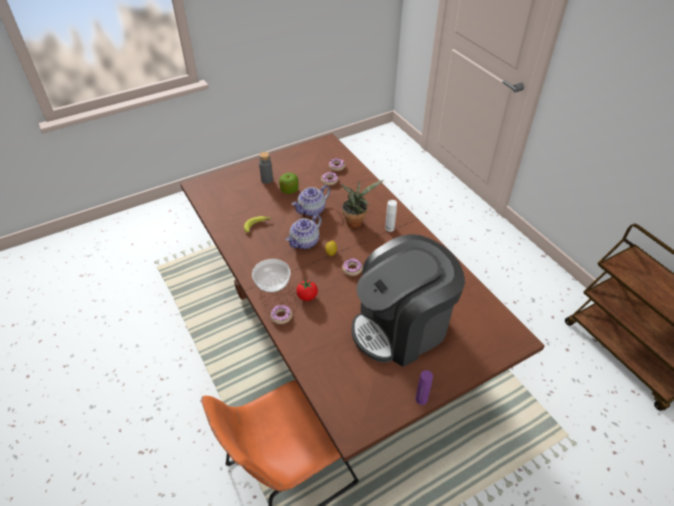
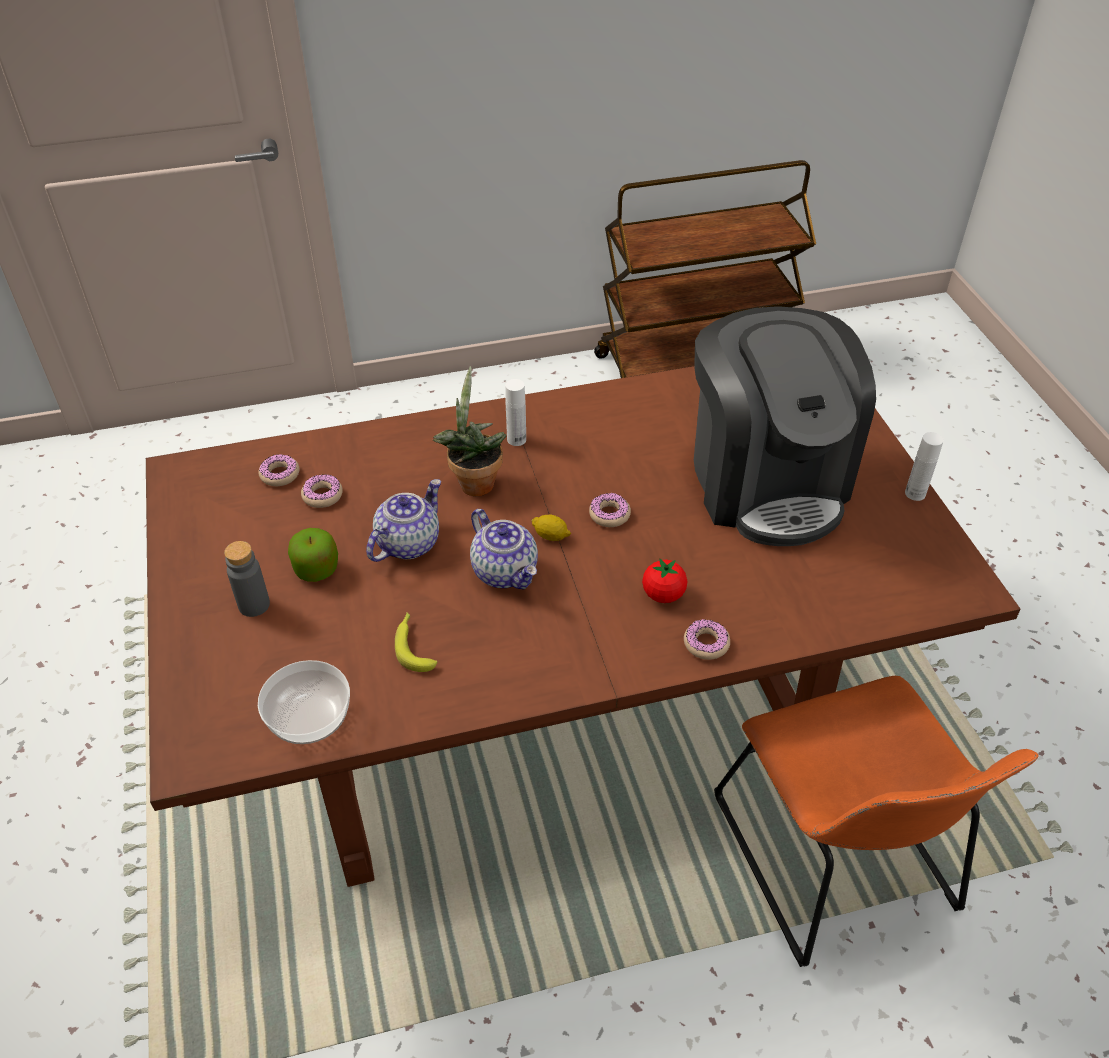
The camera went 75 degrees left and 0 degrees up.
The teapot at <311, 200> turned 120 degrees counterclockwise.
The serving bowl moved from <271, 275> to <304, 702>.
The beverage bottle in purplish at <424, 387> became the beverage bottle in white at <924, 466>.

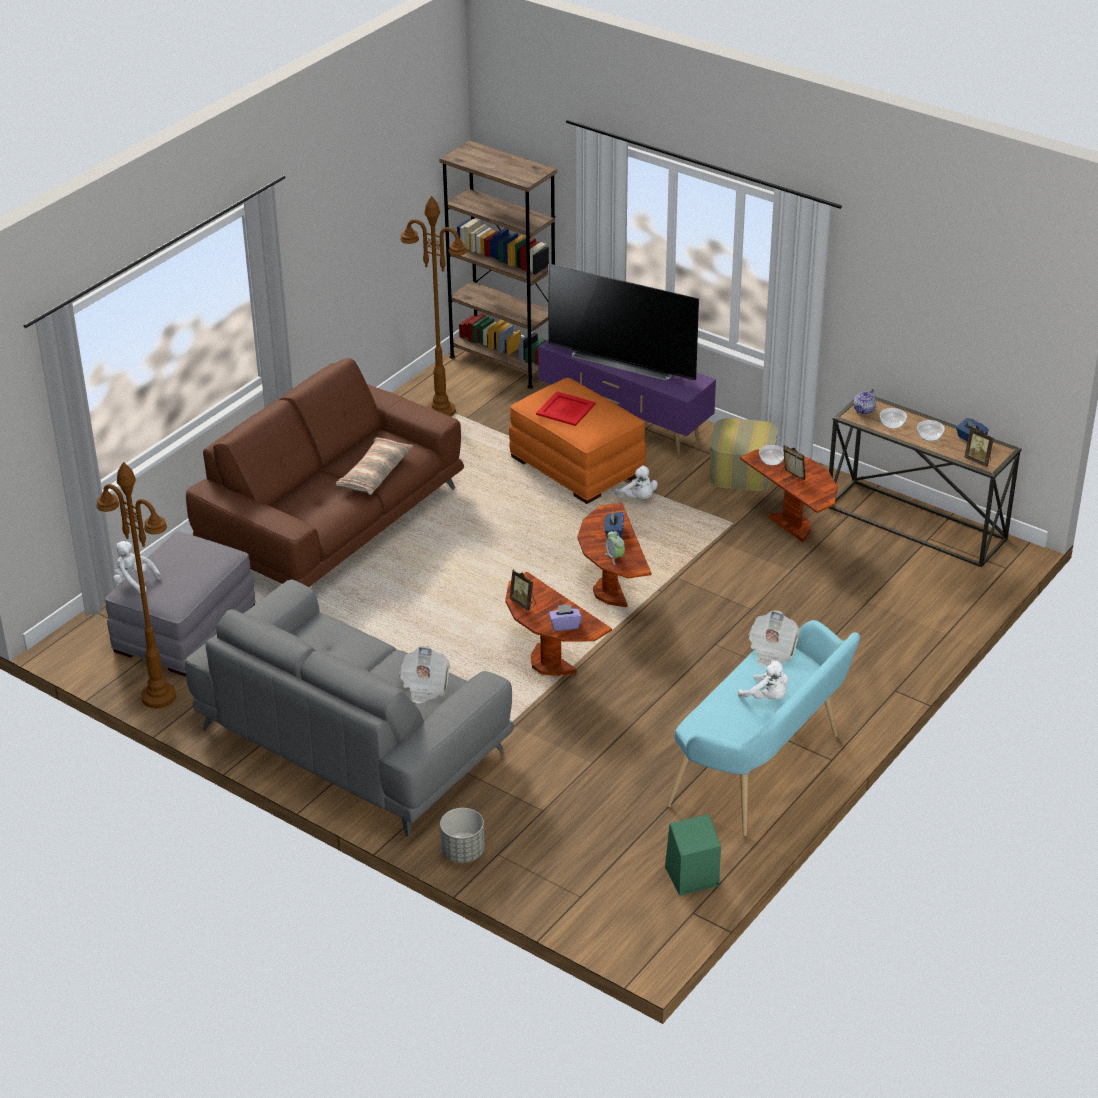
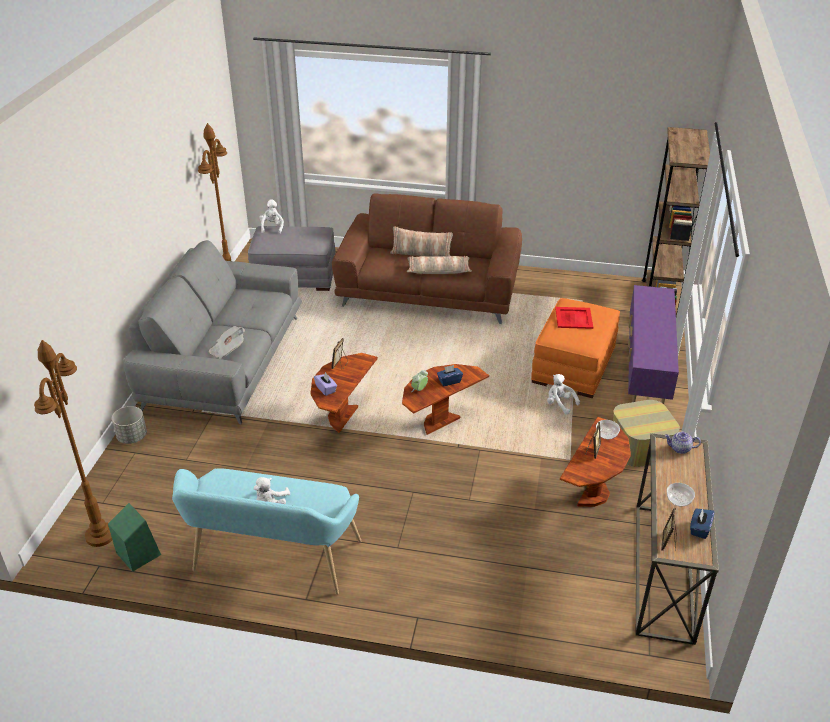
The camera went 65 degrees right and 0 degrees up.
The floor lamp in brown-coloured moved from <433, 306> to <73, 443>.
The television at <623, 322> disappeared.
The serving bowl at <893, 418> disappeared.
The soft toy in white at <636, 482> turned 105 degrees clockwise.
The daily paper at <774, 638> disappeared.
The pillow at <421, 241> appeared.

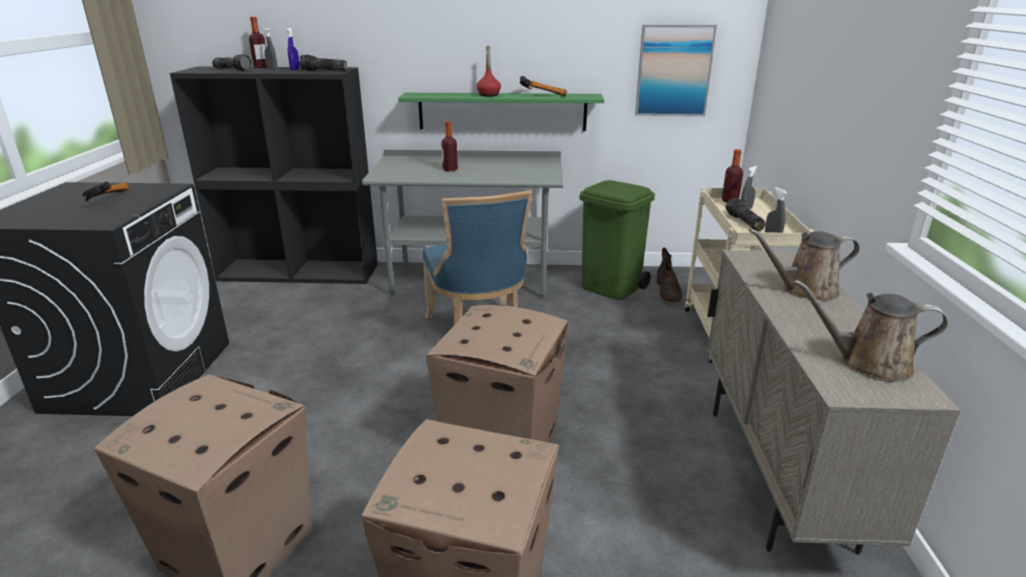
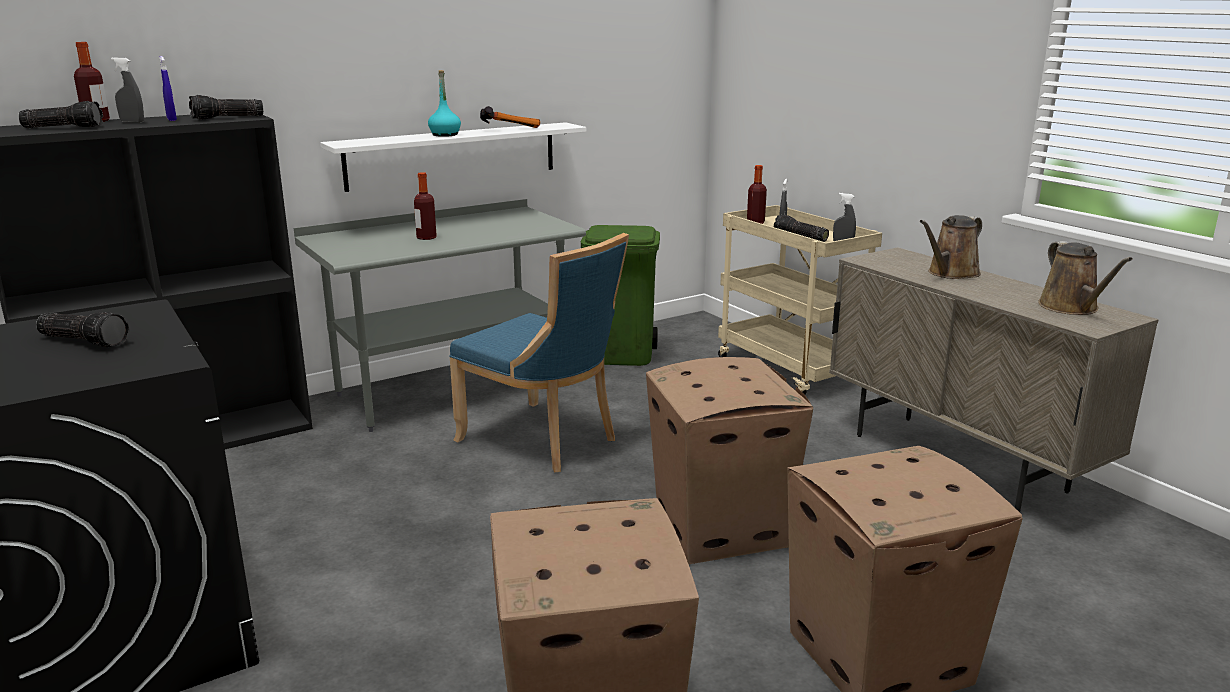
The camera went 35 degrees left and 5 degrees down.
The wall picture at <676, 70> disappeared.
The beverage bottle in reddish at <489, 71> became the beverage bottle in blue-green at <444, 103>.
The wall shelf in greenish at <501, 112> became the wall shelf in white at <453, 157>.
The tool hammer at <105, 191> was replaced by the flashlight at <82, 329>.
The high-top boot in brown-coloured at <670, 275> disappeared.
The sprinkling can in brown-coloured at <871, 331> turned 75 degrees counterclockwise.

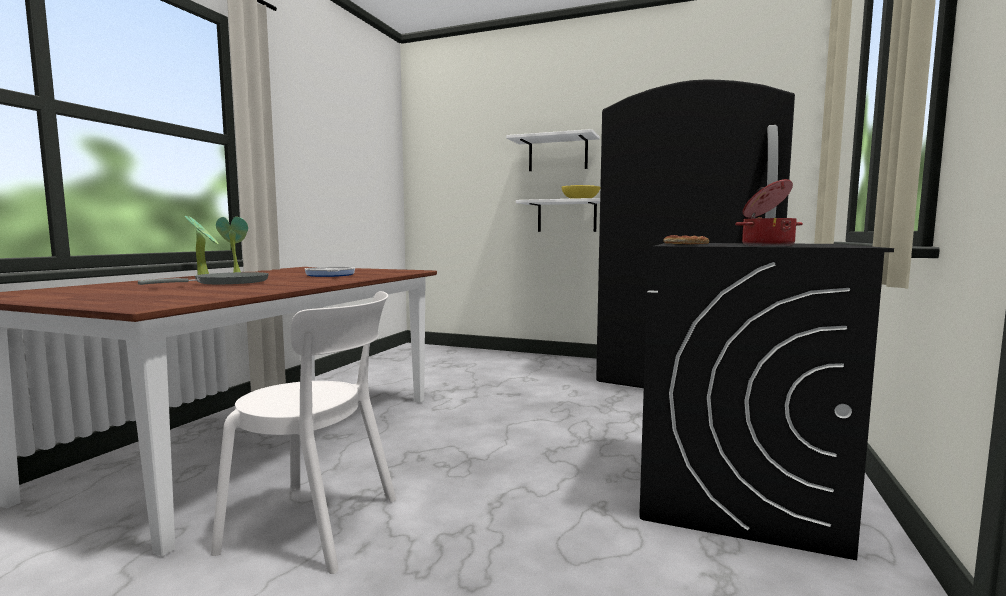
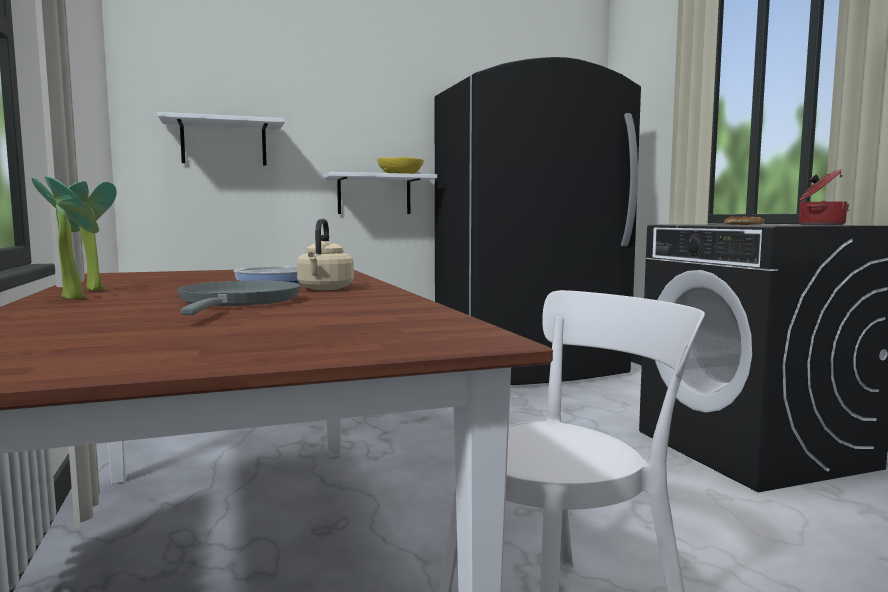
The camera went 40 degrees left and 0 degrees up.
The wall shelf in white moved from <553, 150> to <221, 139>.
The kettle in beige at <325, 254> appeared.

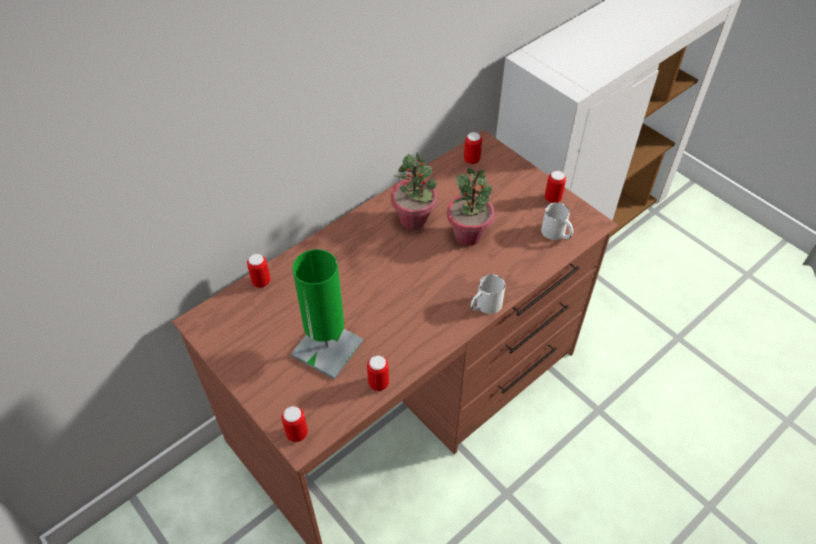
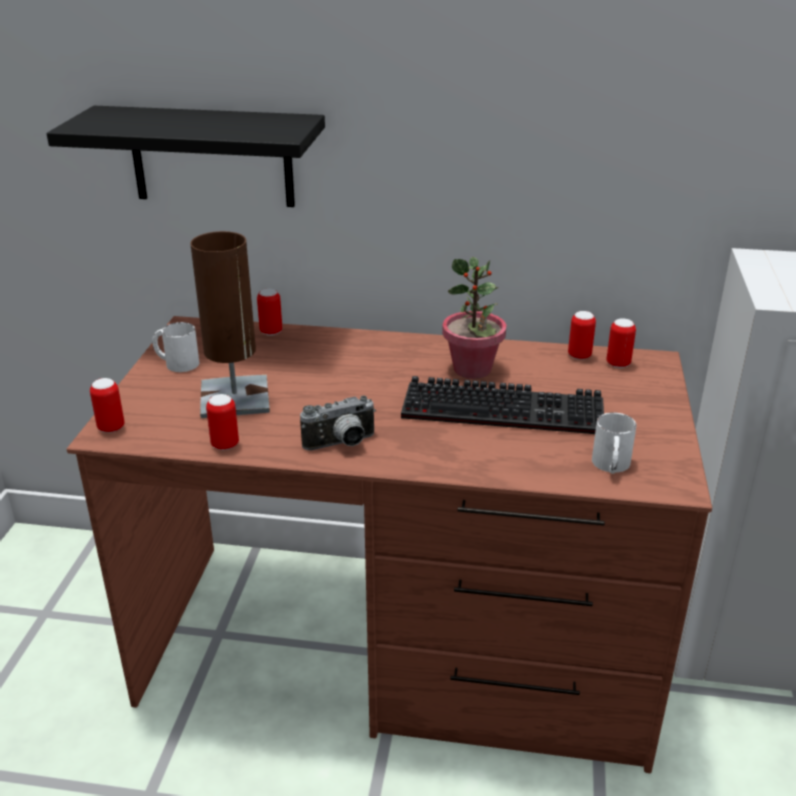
The camera went 50 degrees right and 20 degrees down.
The potted plant at <470, 207> was replaced by the keyboard at <502, 405>.
The sealed can moved from <555, 187> to <582, 335>.
The lamp for a table in greenish at <327, 314> became the lamp for a table in brown-coloured at <230, 324>.
The coffee mug in white moved from <488, 294> to <175, 347>.
The wall shelf in blackish at <186, 156> appeared.
The still camera at <338, 422> appeared.

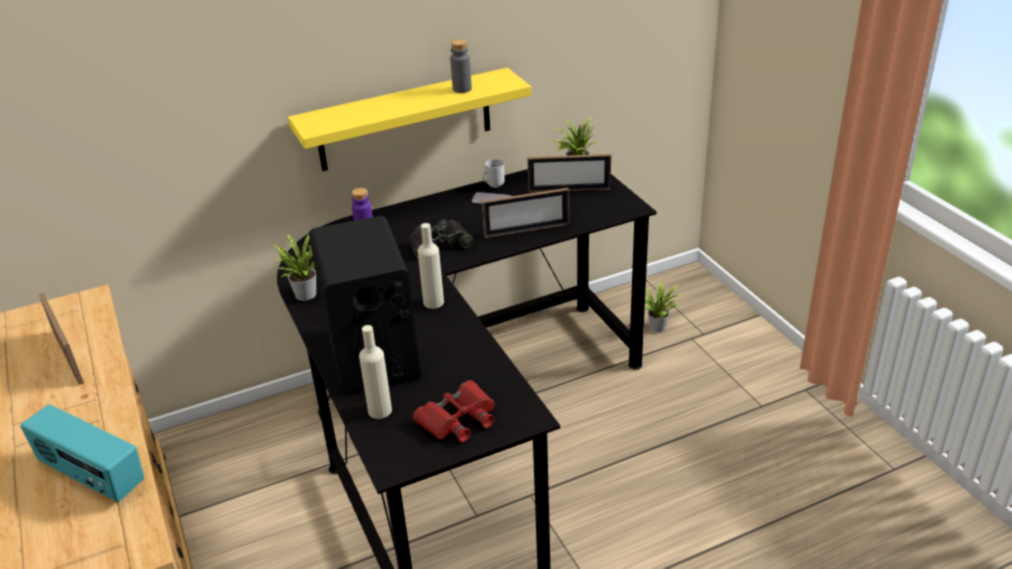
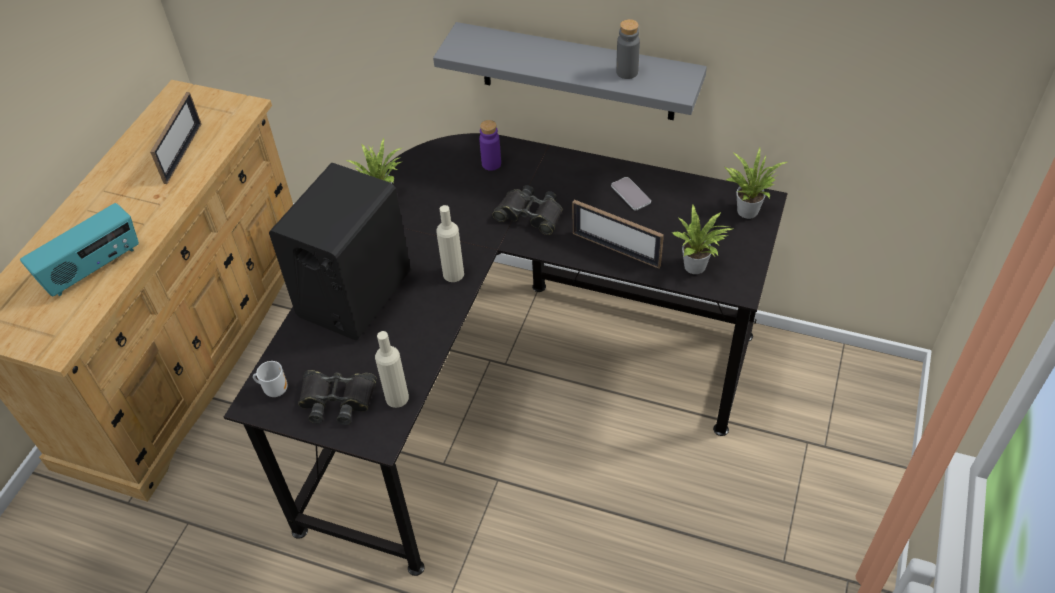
The camera went 45 degrees right and 15 degrees up.
The wall shelf in yellowish at <409, 119> became the wall shelf in grey at <570, 71>.
The standing frame at <569, 173> disappeared.
The coffee mug moved from <493, 173> to <270, 379>.
The potted plant moved from <664, 307> to <702, 239>.
The beverage bottle in beige moved from <375, 372> to <392, 369>.
The pair of binoculars in reddish at <454, 411> became the pair of binoculars in blackish at <337, 397>.
The radio set at <82, 453> turned 120 degrees counterclockwise.

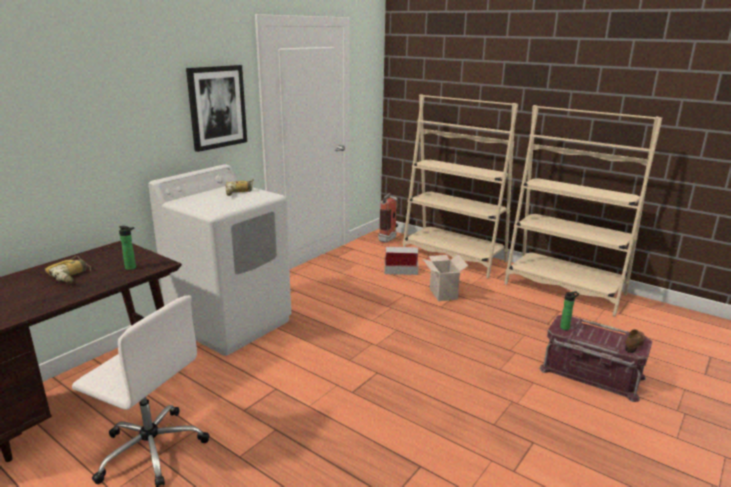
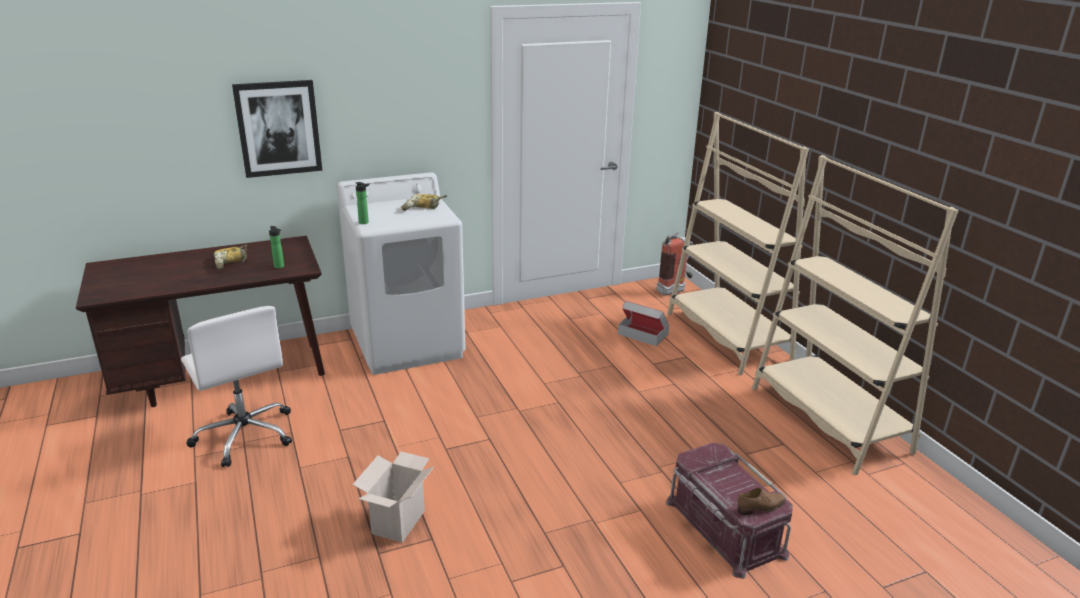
The camera went 30 degrees right and 5 degrees up.
The wall picture moved from <216, 108> to <277, 129>.
The carton moved from <445, 278> to <393, 497>.
The beverage bottle moved from <569, 310> to <362, 203>.

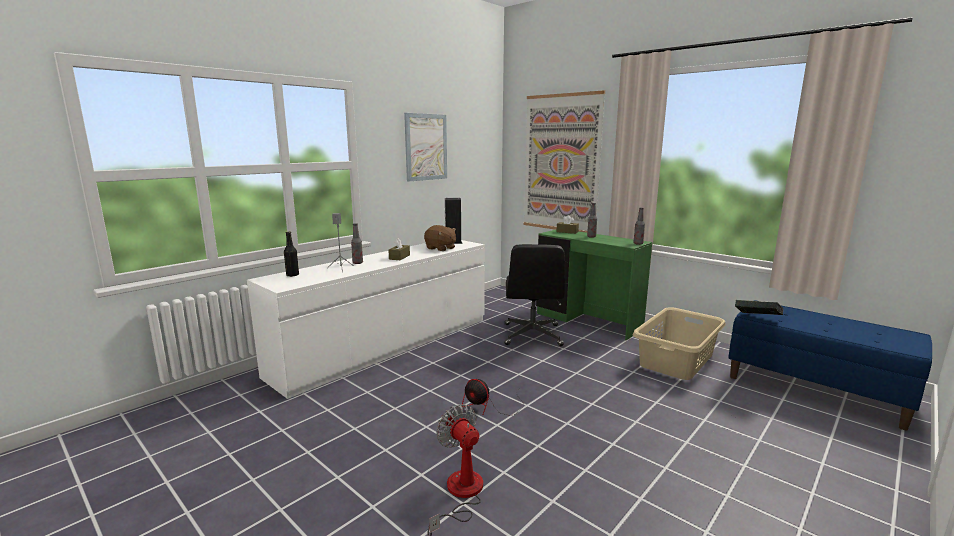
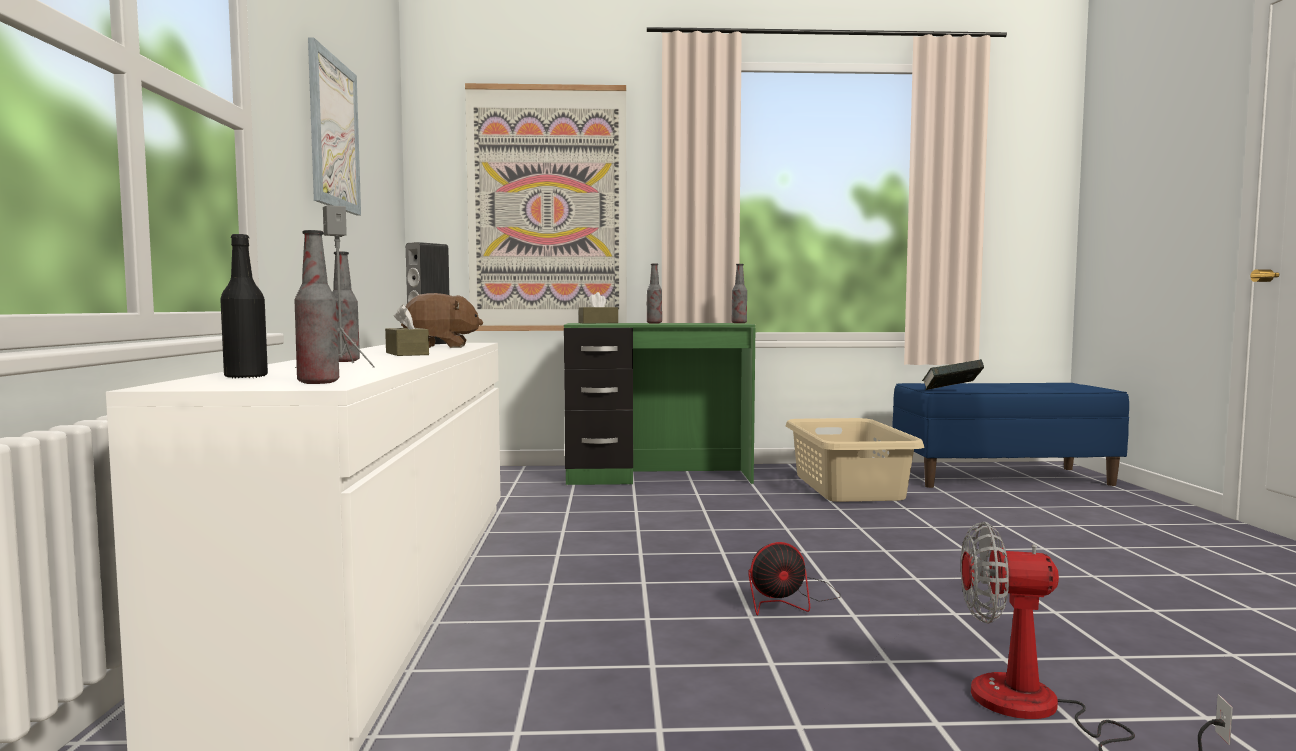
The camera went 45 degrees left and 10 degrees down.
The office chair in blackish at <534, 295> disappeared.
The beverage bottle at <316, 307> appeared.

